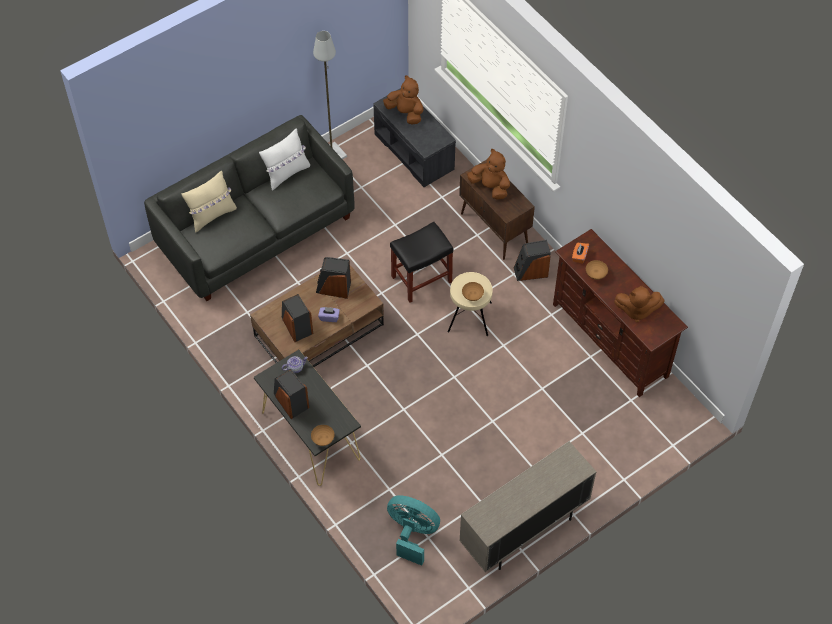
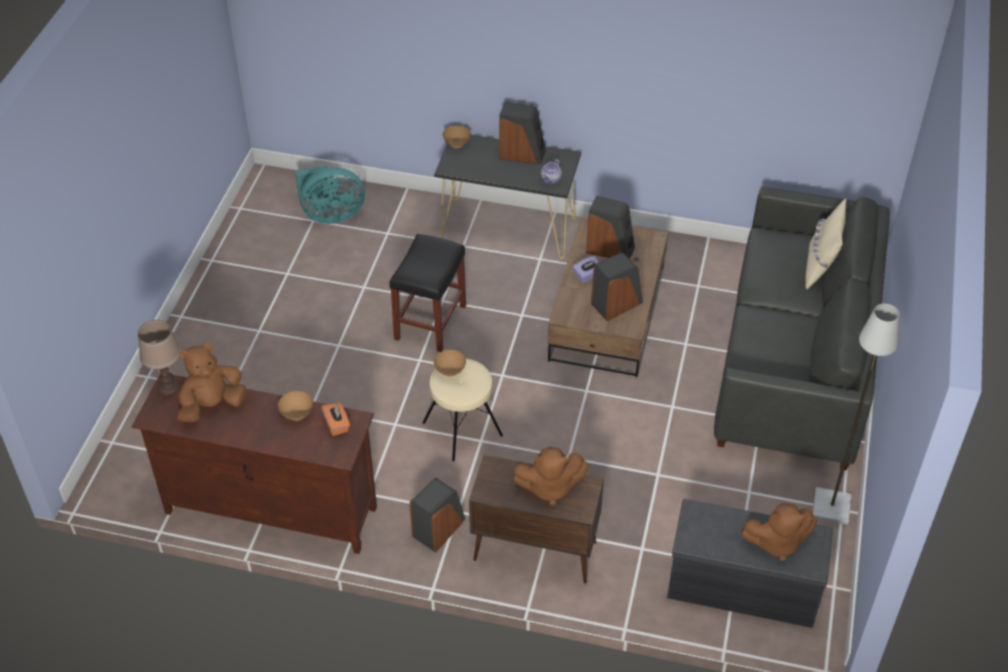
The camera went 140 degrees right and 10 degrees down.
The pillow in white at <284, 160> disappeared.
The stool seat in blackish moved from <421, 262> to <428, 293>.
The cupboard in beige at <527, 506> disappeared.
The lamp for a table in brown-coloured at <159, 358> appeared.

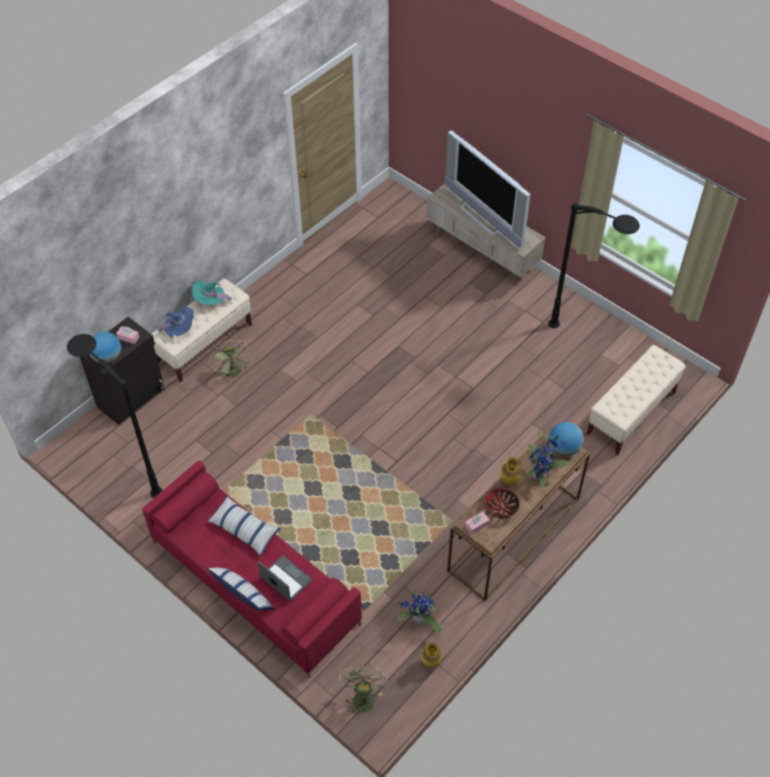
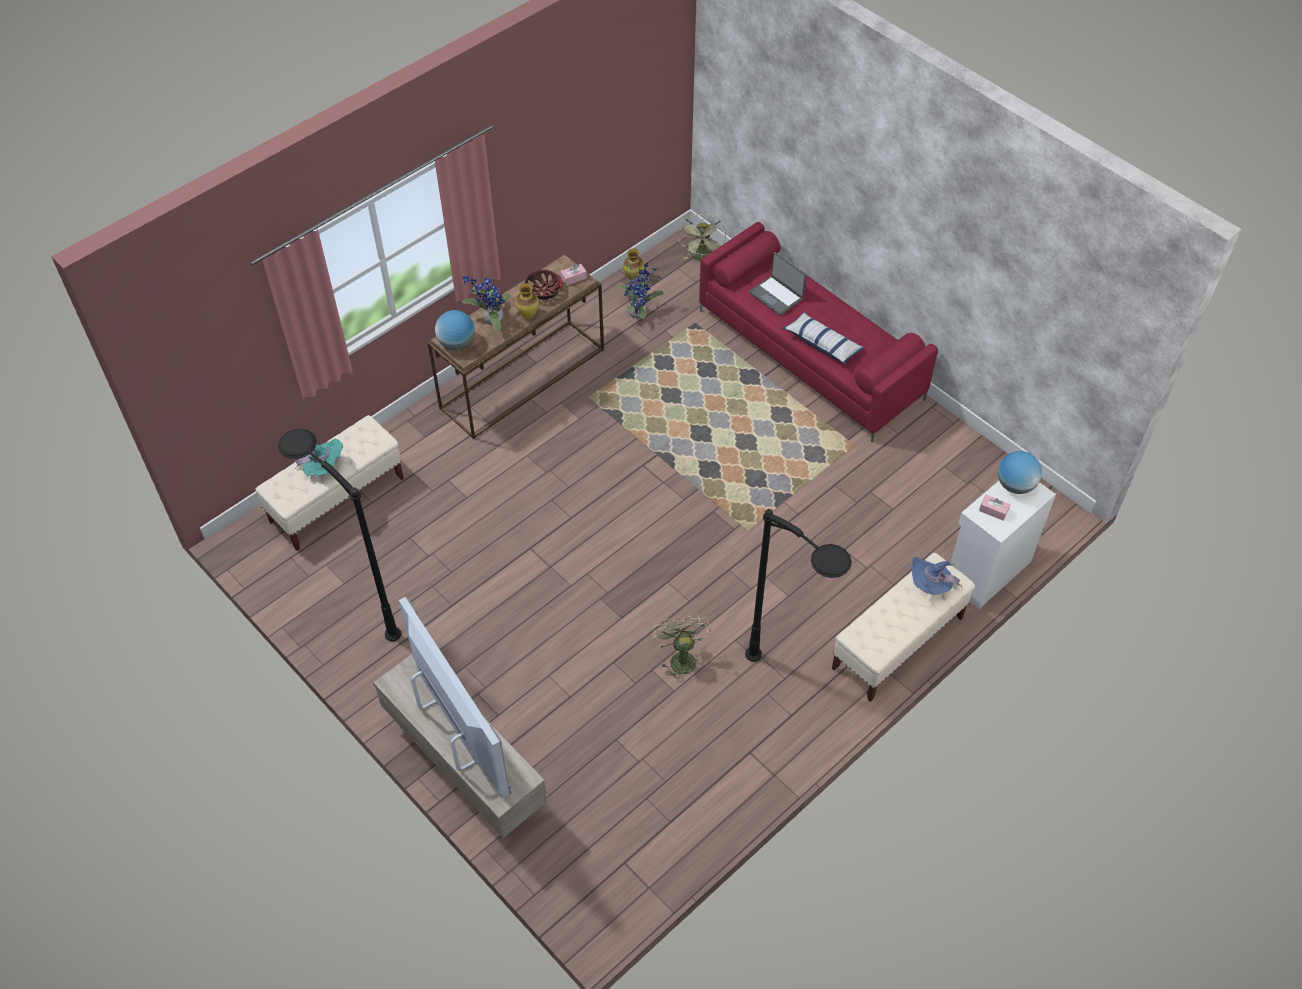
The camera went 175 degrees left and 0 degrees up.
The hat in blue-green moved from <212, 292> to <319, 458>.
The cupboard in blackish at <122, 371> became the cupboard in white at <1003, 545>.
The floor lamp in blackish moved from <115, 416> to <798, 585>.
The fan in greenish moved from <230, 359> to <682, 648>.
The pillow at <241, 589> disappeared.

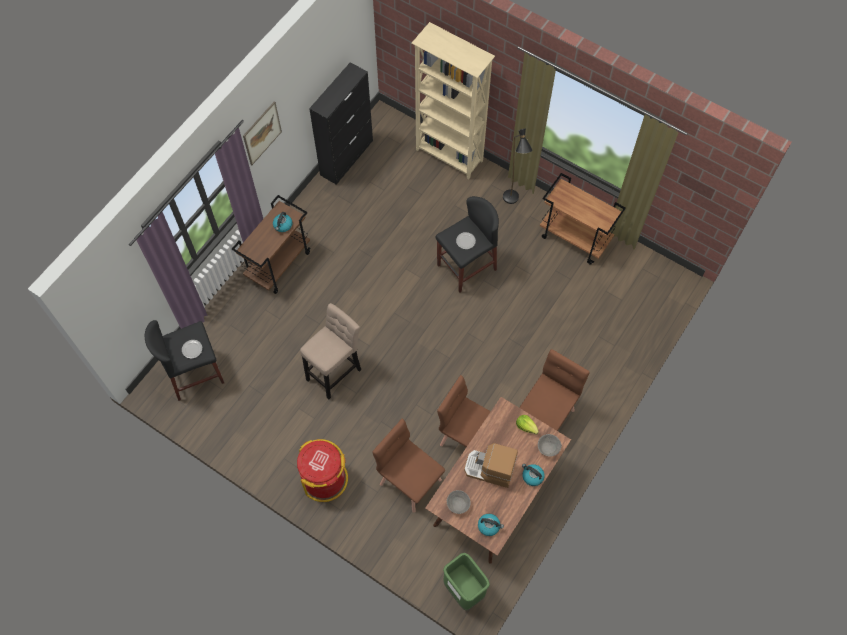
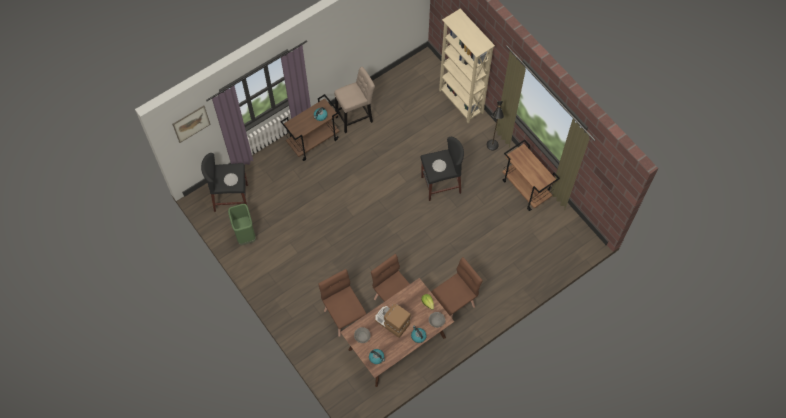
The camera went 20 degrees right and 0 degrees up.
The cupboard in blackish at <341, 123> disappeared.
The wall picture moved from <262, 133> to <191, 124>.
The stool seat in beige moved from <330, 351> to <354, 100>.
The waste bin in reddish at <322, 470> disappeared.
The waste bin in greenish moved from <466, 582> to <242, 224>.

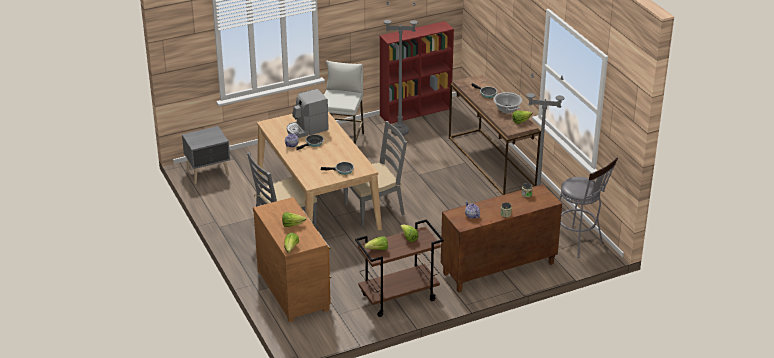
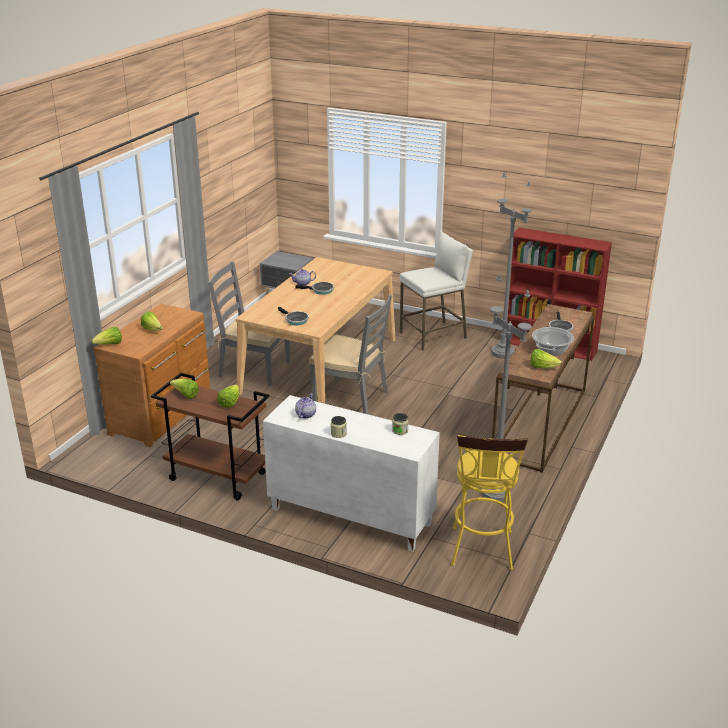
The camera went 50 degrees right and 5 degrees down.
The coffee machine at <308, 113> disappeared.
The stool seat in grey at <588, 208> became the stool seat in yellowish at <489, 502>.
The cupboard in brown-coloured at <501, 238> became the cupboard in white at <351, 473>.

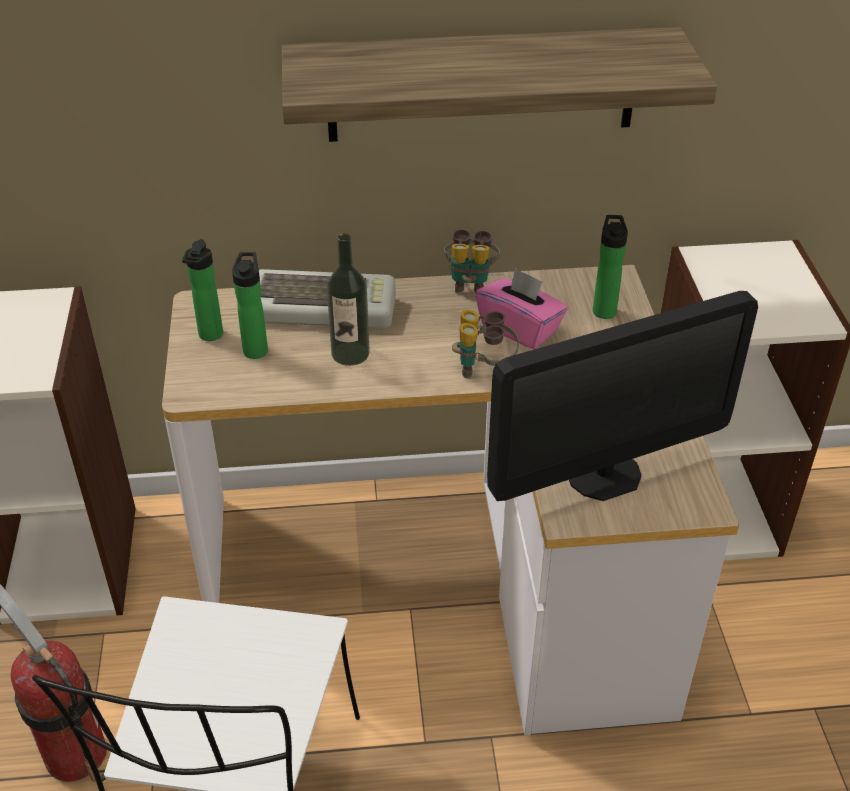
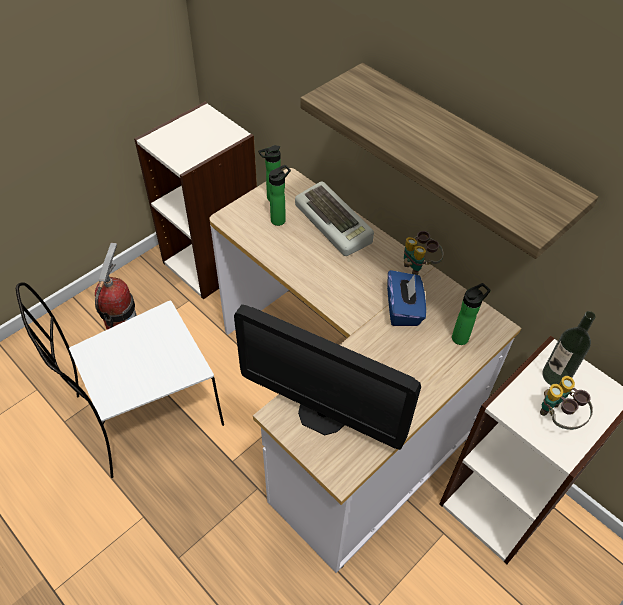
The camera went 50 degrees right and 10 degrees up.
The beverage bottle moved from <348, 300> to <569, 348>.
The tissue holder in pink at <521, 308> became the tissue holder in blue-coloured at <406, 298>.
The pair of binoculars moved from <485, 343> to <566, 403>.

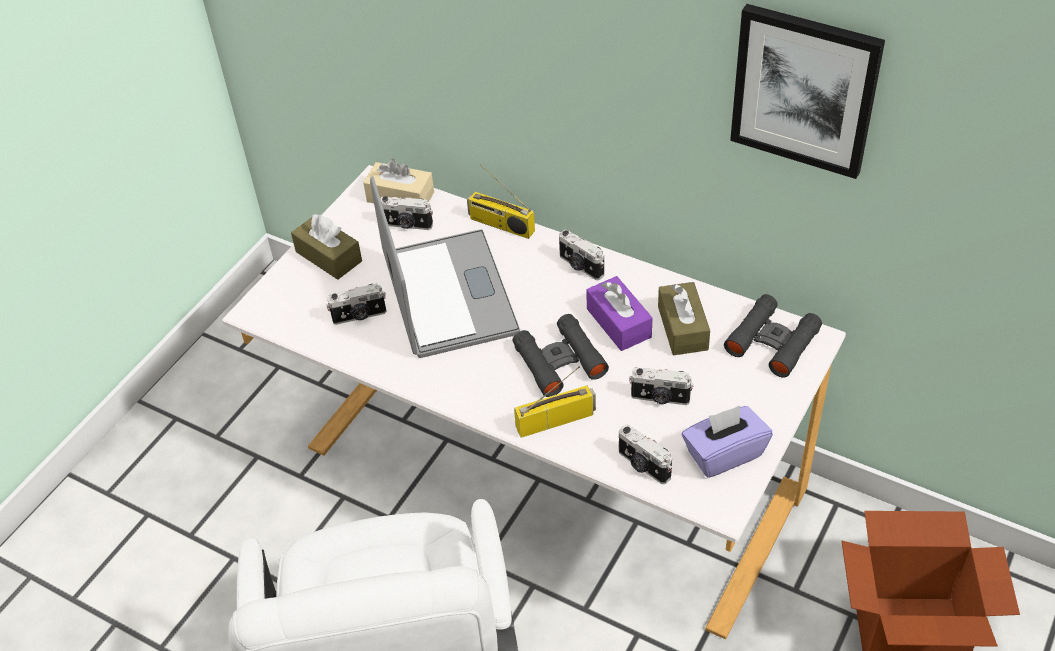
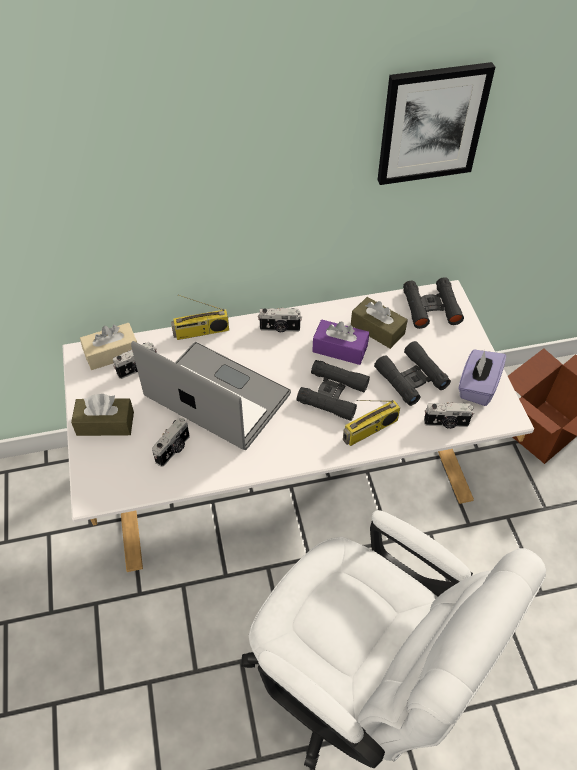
The camera went 45 degrees left and 5 degrees up.
The radio set at <555, 402> turned 150 degrees counterclockwise.
The still camera at <661, 386> was replaced by the pair of binoculars in blackish at <412, 373>.

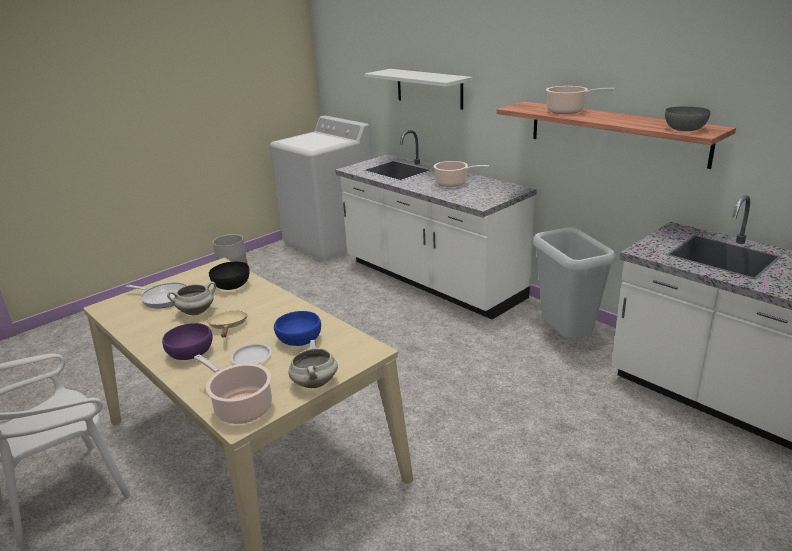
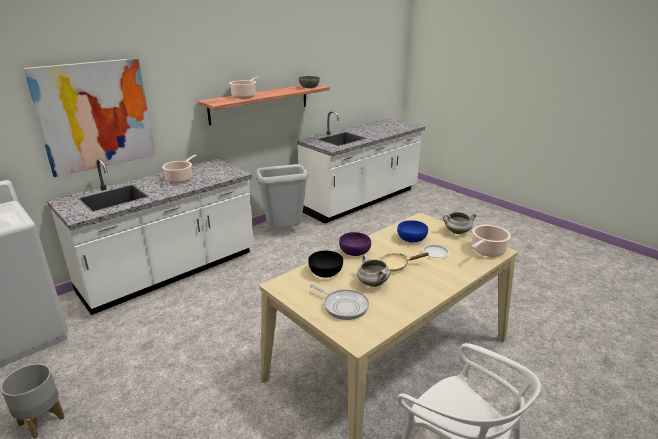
The camera went 90 degrees left and 0 degrees up.
The wall shelf in white at <418, 89> was replaced by the wall picture at <89, 117>.
The frying pan at <157, 295> turned 105 degrees clockwise.
The serving bowl in purplish moved from <187, 341> to <355, 244>.

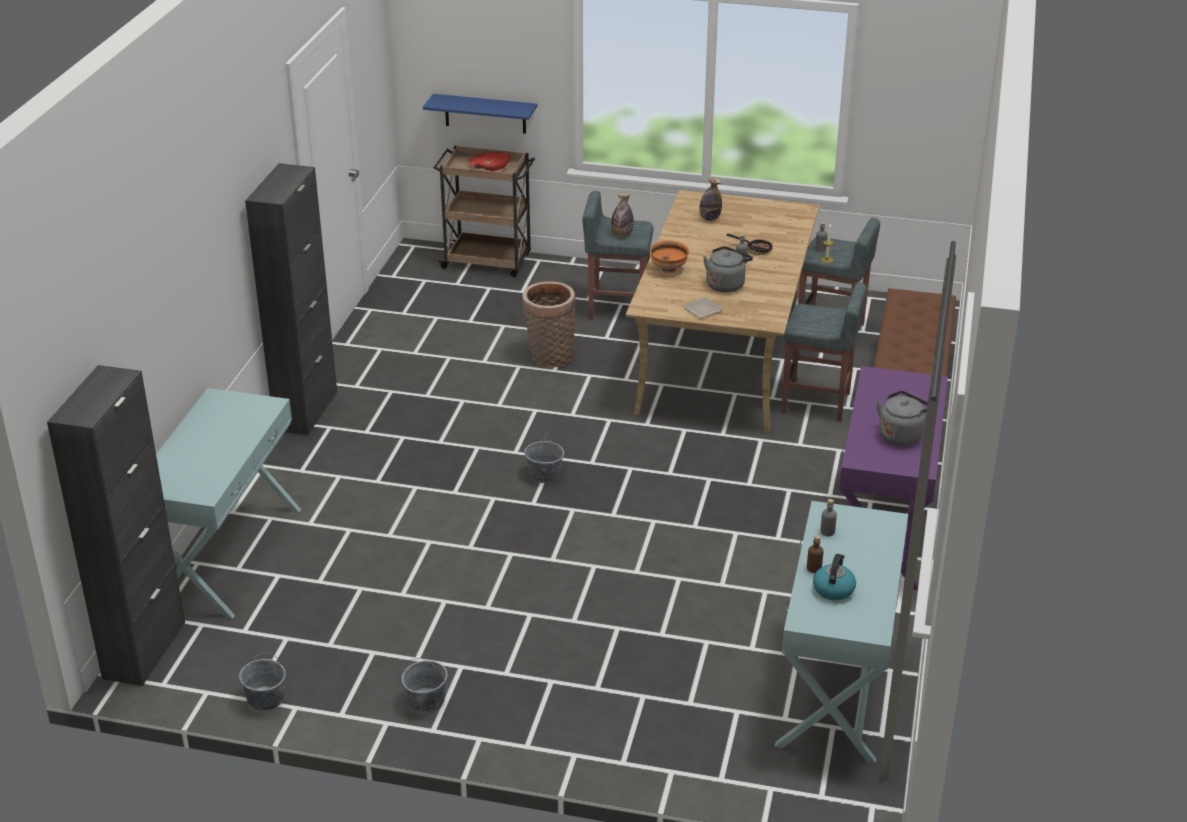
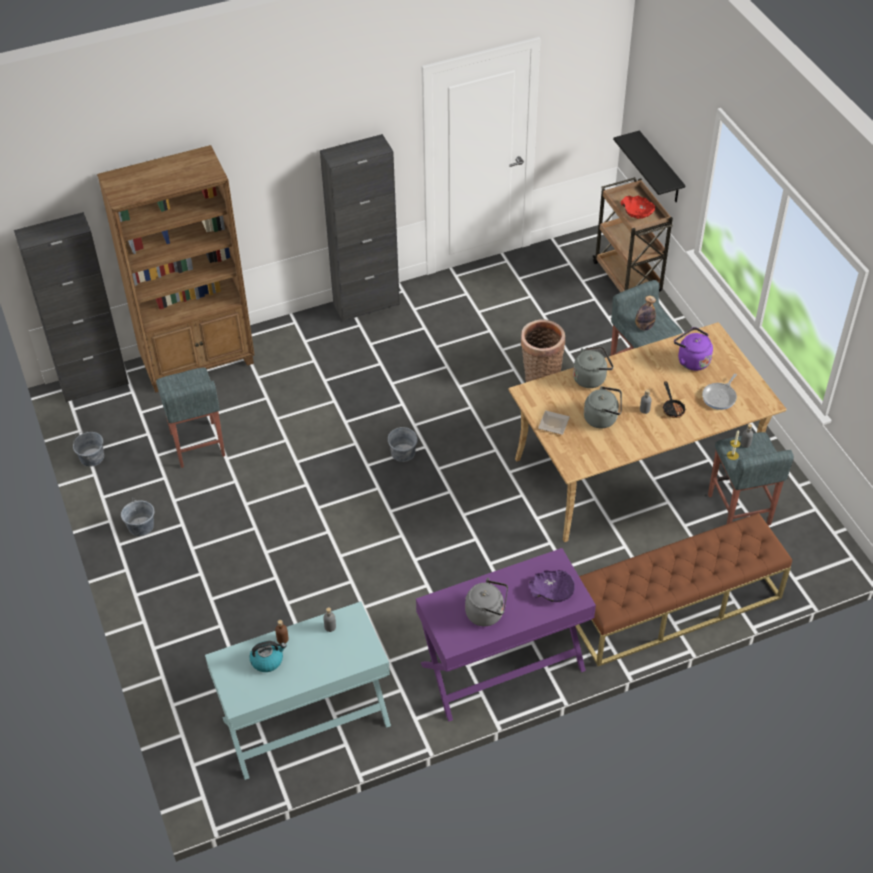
The camera went 55 degrees right and 15 degrees up.
The wall shelf in blue-coloured at <480, 114> became the wall shelf in blackish at <649, 166>.
The beverage bottle at <710, 199> was replaced by the kettle in purplish at <693, 349>.
The serving bowl in orange at <669, 257> was replaced by the kettle in grey at <593, 367>.
The stool seat in grey moved from <824, 352> to <190, 418>.
The narrow table in blue-green at <228, 503> was replaced by the shelving unit in brown-coloured at <176, 269>.
The frying pan at <719, 392> appeared.
The serving bowl in purplish at <552, 586> appeared.

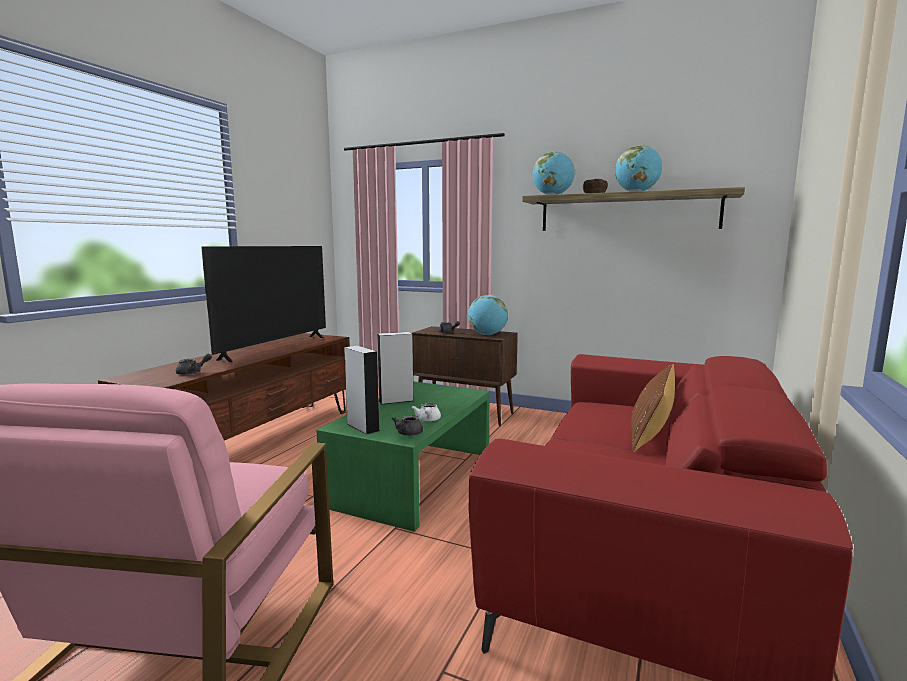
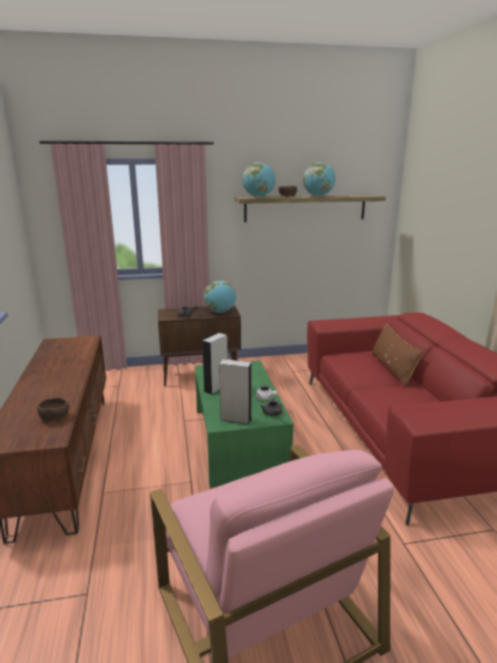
The camera went 35 degrees left and 10 degrees up.
The television at <263, 304> disappeared.
The teapot in grey at <194, 364> was replaced by the serving bowl in brown-coloured at <53, 410>.

